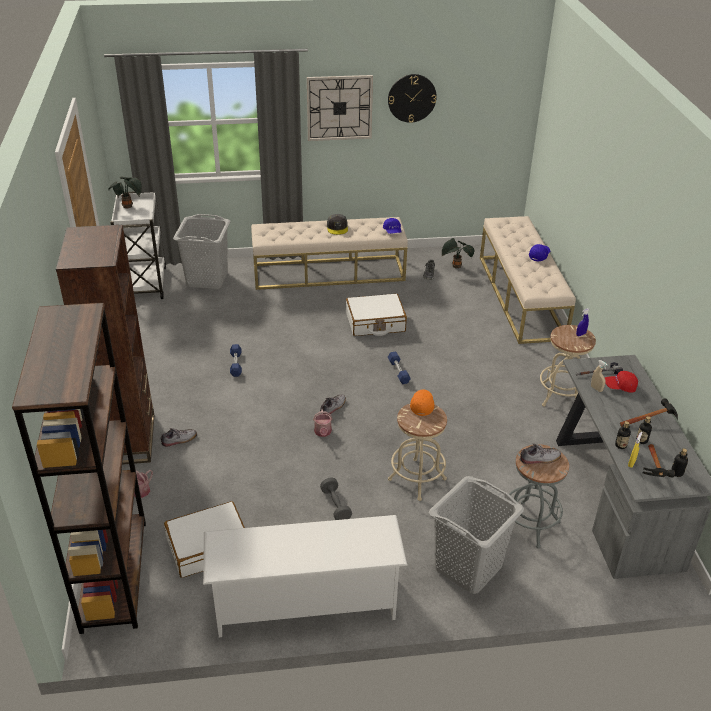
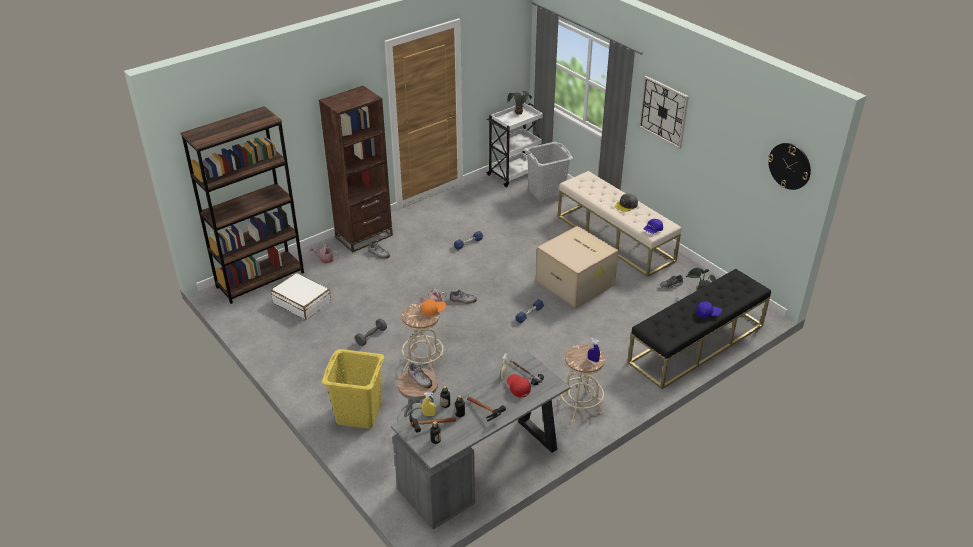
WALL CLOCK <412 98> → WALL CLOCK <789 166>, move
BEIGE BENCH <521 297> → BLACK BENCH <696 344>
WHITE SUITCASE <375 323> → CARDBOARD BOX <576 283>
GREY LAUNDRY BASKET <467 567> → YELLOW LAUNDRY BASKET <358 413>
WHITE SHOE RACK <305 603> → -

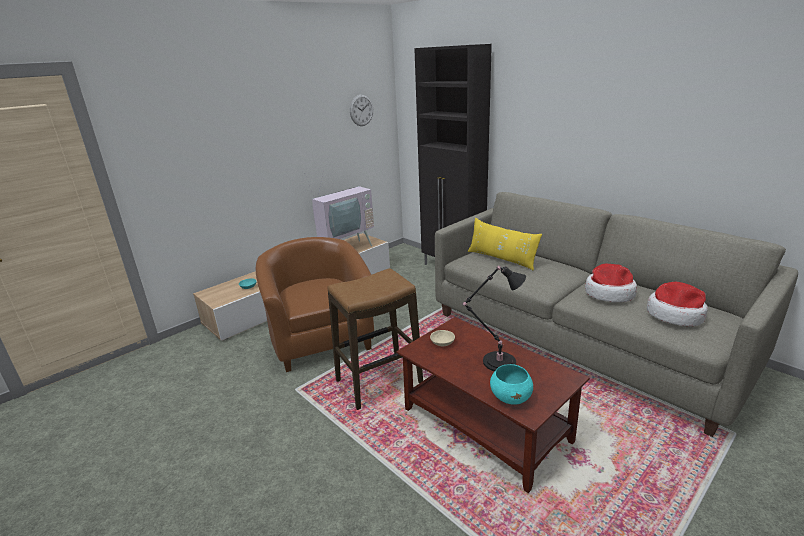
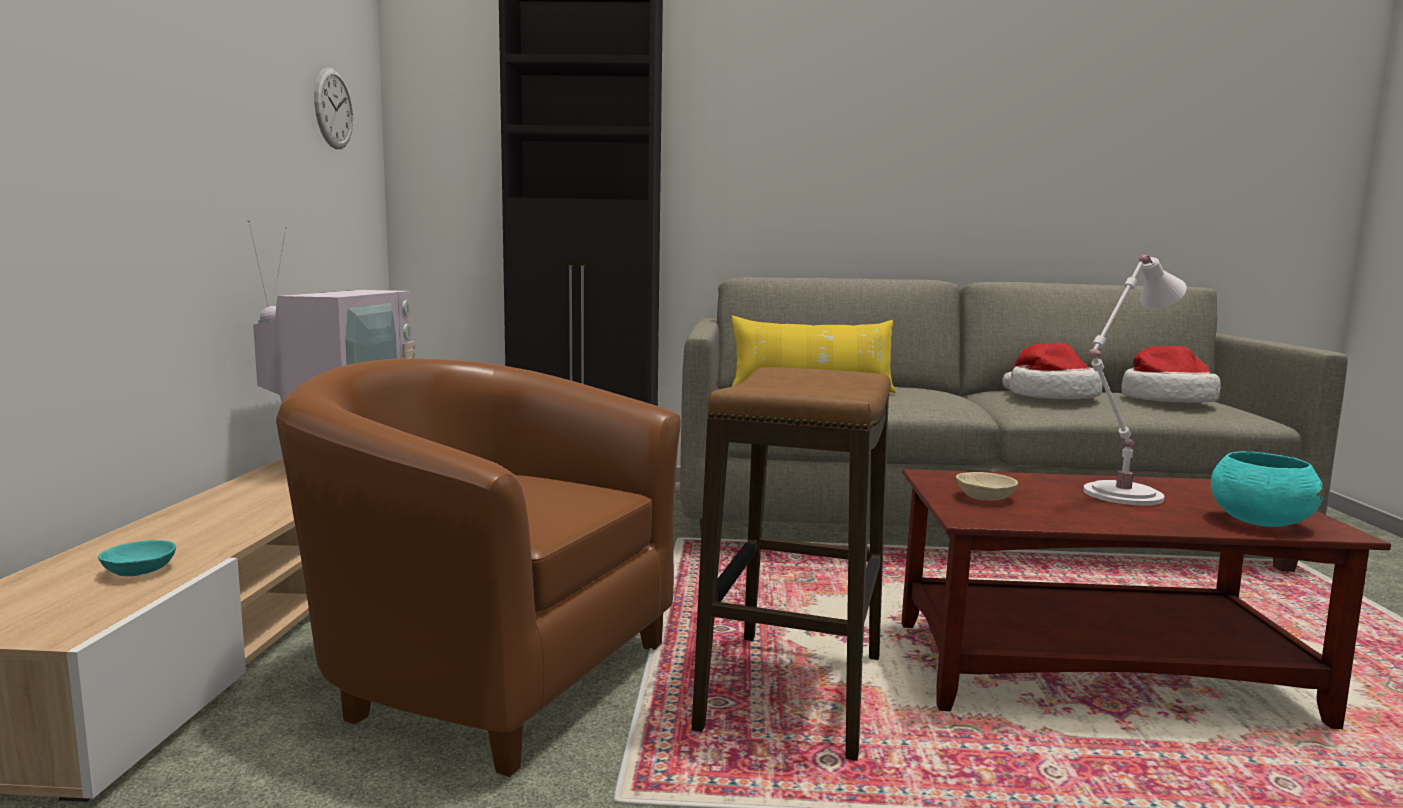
BLACK TABLE LAMP <496 361> → WHITE TABLE LAMP <1118 495>

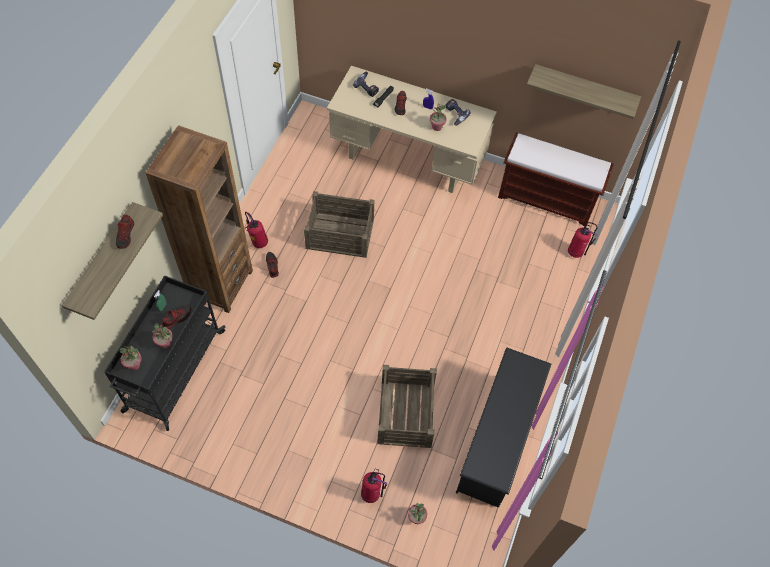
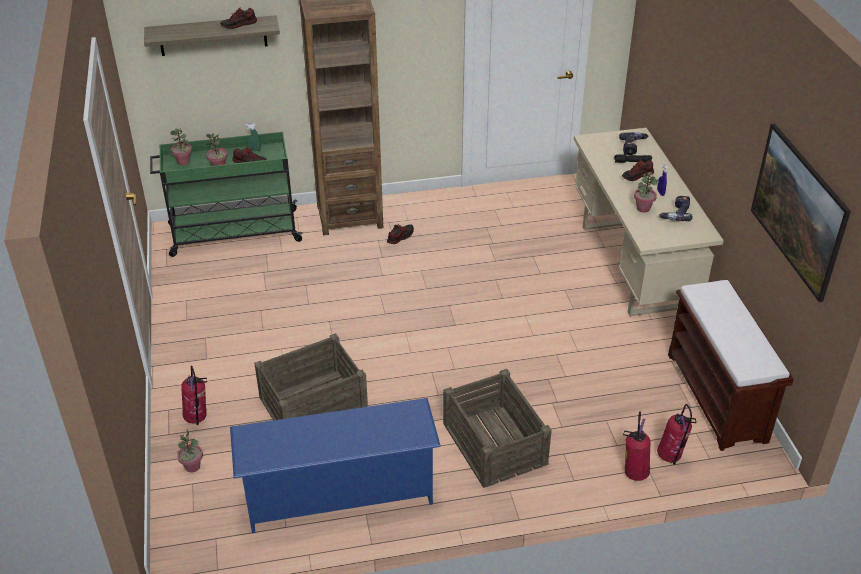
SHELF <584 89> → PICTURE <792 232>
CRATE <340 234> → CRATE <494 444>, move
FIRE EXTINGUISHER <258 243> → FIRE EXTINGUISHER <634 473>, move
BLACK CART <173 372> → GREEN CART <233 233>
BLACK SHOE RACK <497 440> → BLUE SHOE RACK <339 495>

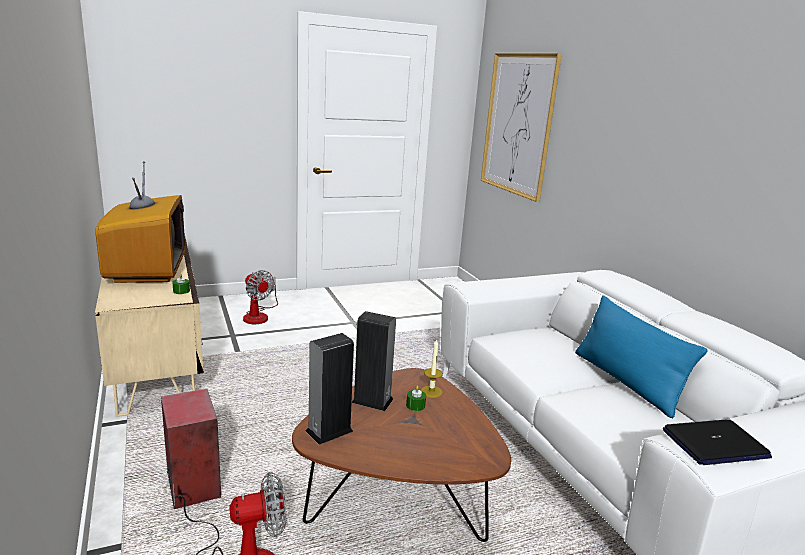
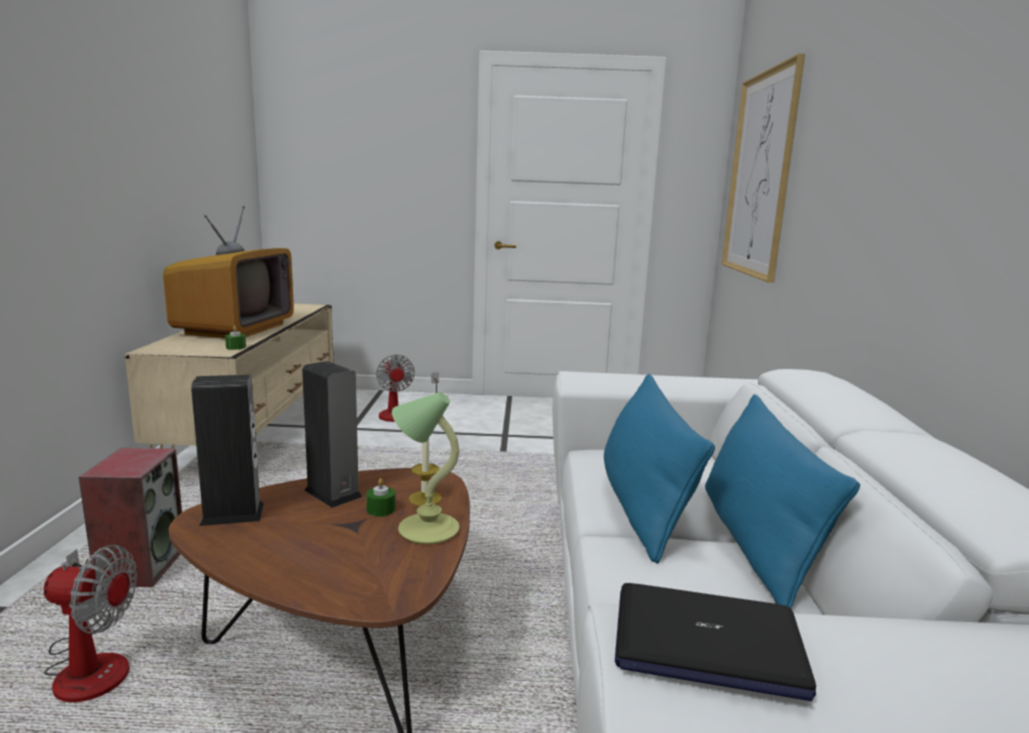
- → BLUE PILLOW <643 506>
- → TABLE LAMP <426 529>

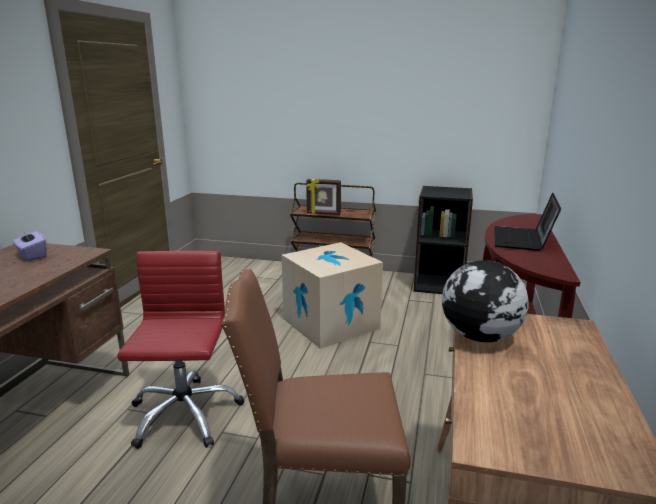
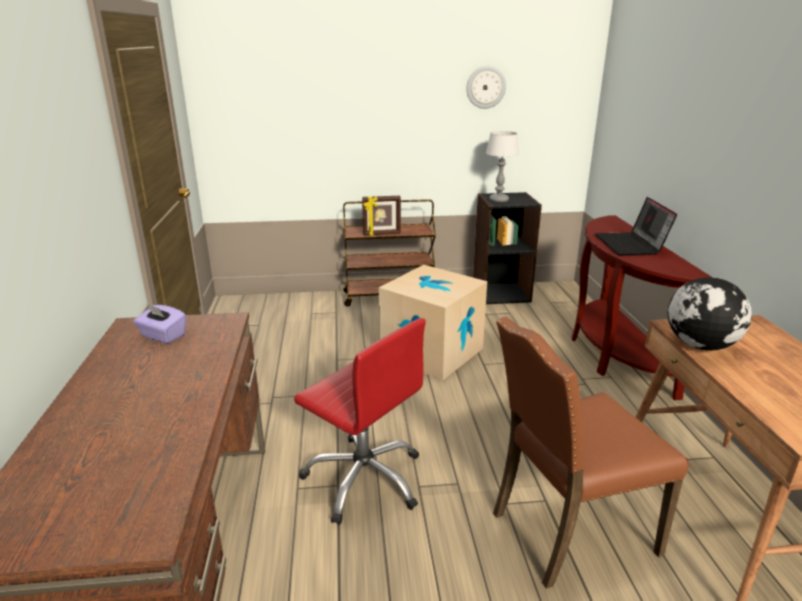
RED OFFICE CHAIR <184 414> → RED OFFICE CHAIR <364 478>, 150 degrees clockwise
- → WALL CLOCK <485 87>
- → TABLE LAMP <499 200>

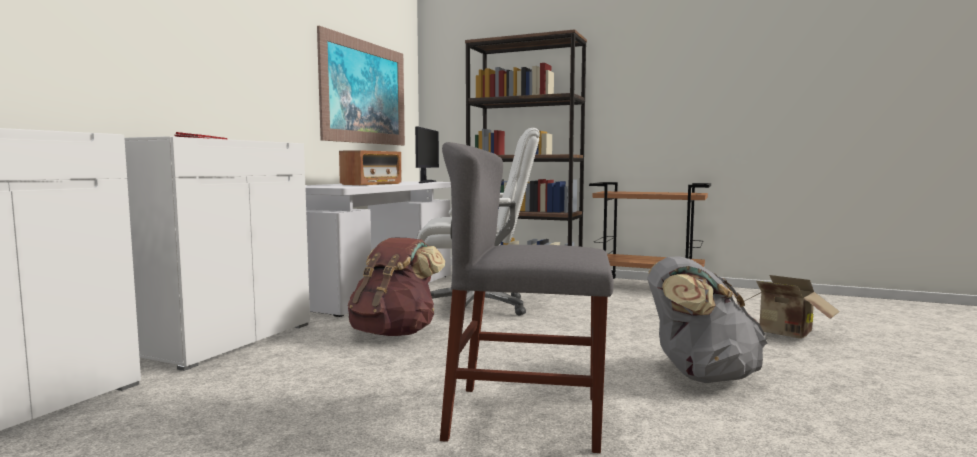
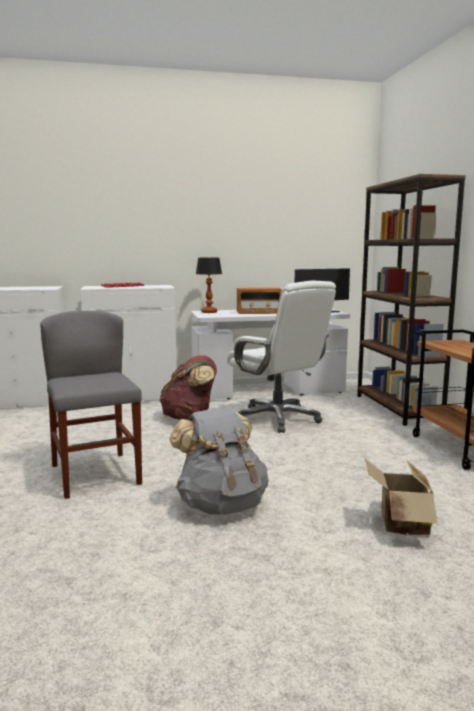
PICTURE <364 92> → -
- → TABLE LAMP <209 312>

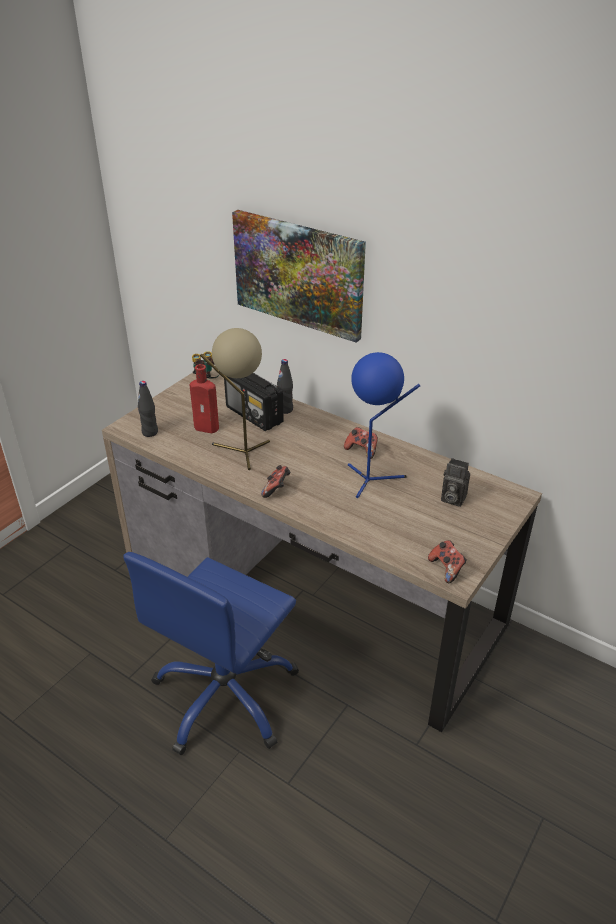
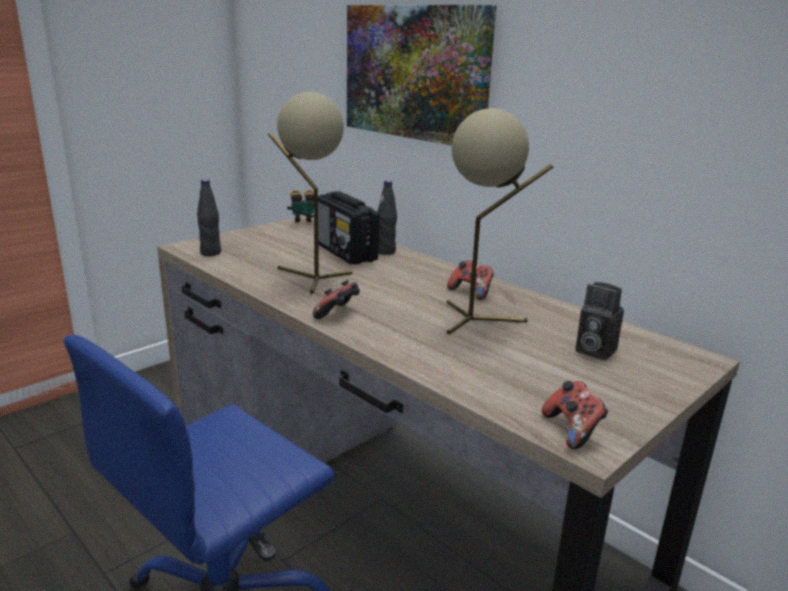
BLUE TABLE LAMP <372 479> → BEIGE TABLE LAMP <477 319>
RED BOTTLE <208 428> → -

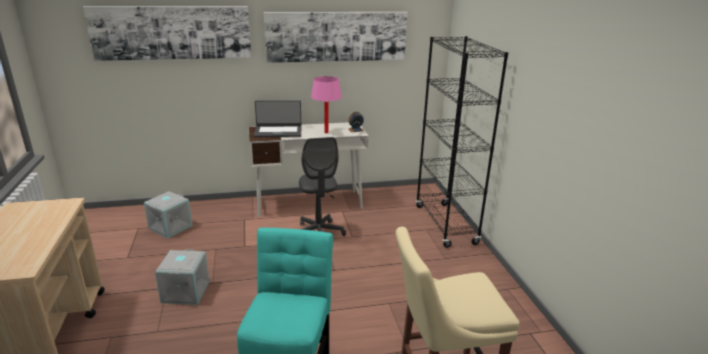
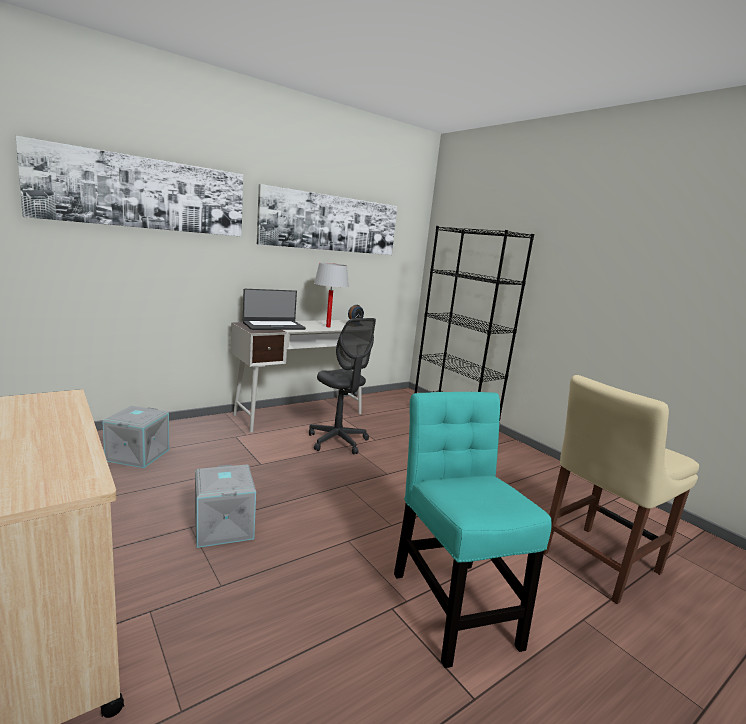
PINK TABLE LAMP <326 132> → WHITE TABLE LAMP <328 327>

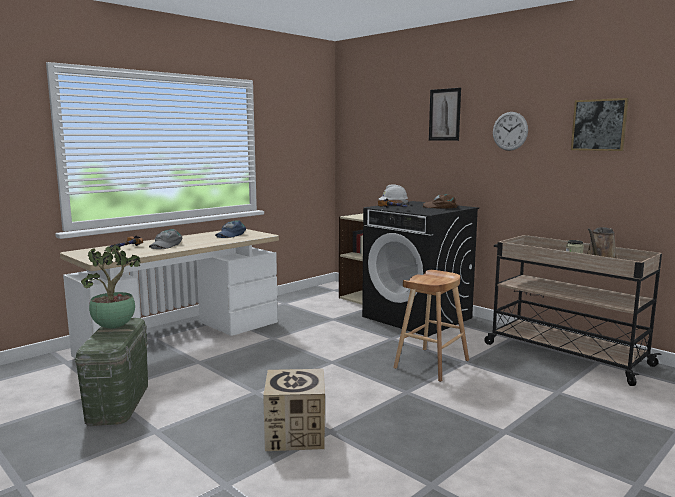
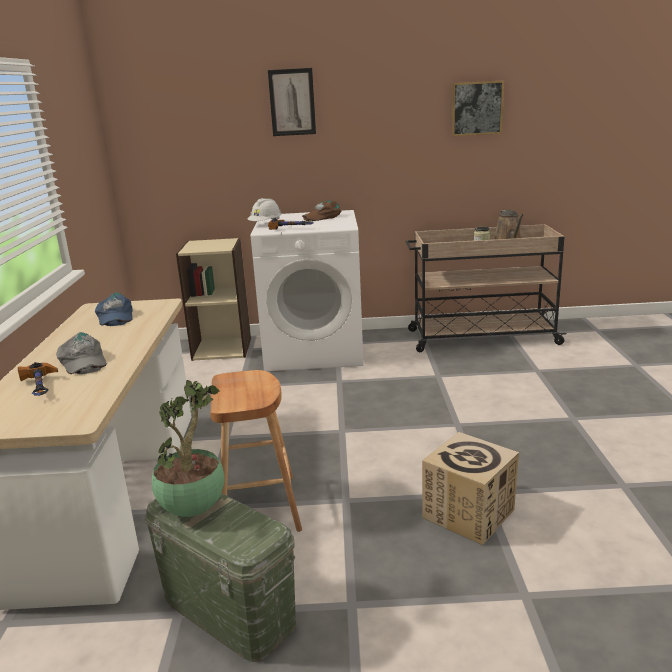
WALL CLOCK <510 131> → -
BLACK WASHING MACHINE <418 317> → WHITE WASHING MACHINE <315 350>
BROWN STOOL <431 364> → BROWN STOOL <258 507>, move

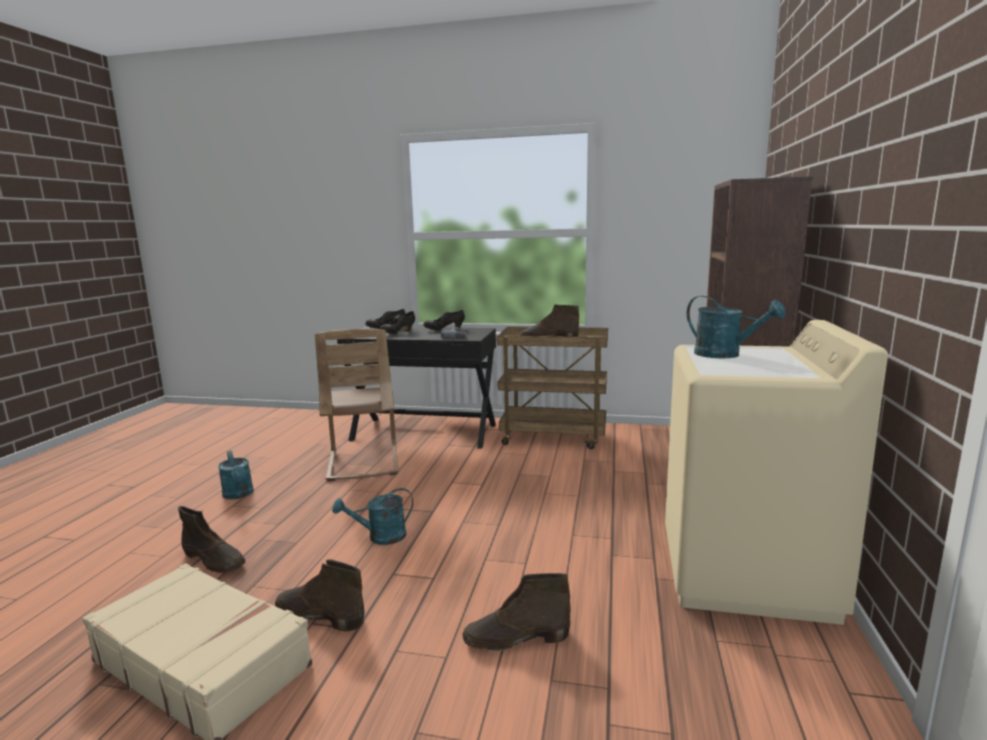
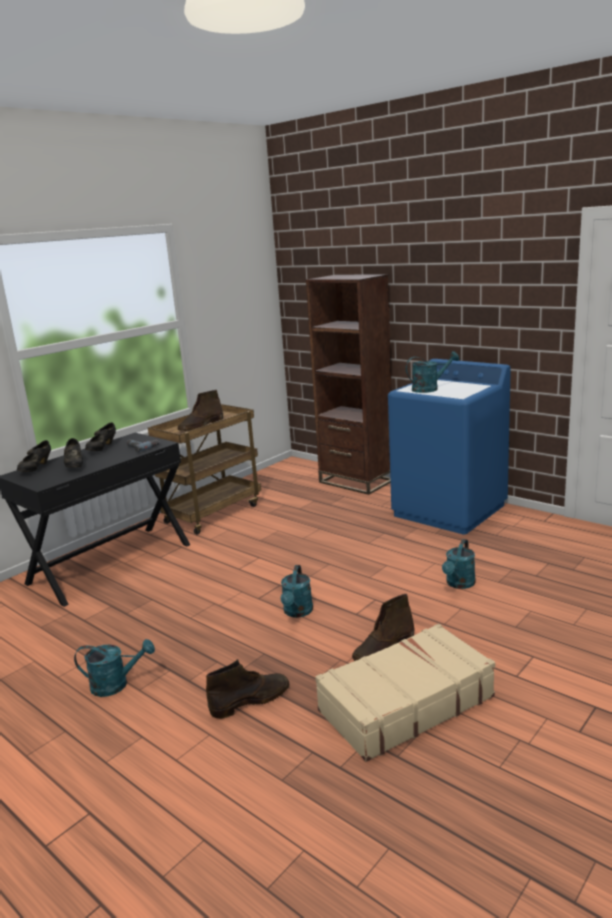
BEIGE WASHING MACHINE <745 572> → BLUE WASHING MACHINE <449 510>
BROWN CHAIR <363 462> → -
BROWN BOOT <515 638> → TURQUOISE WATERING CAN <459 584>

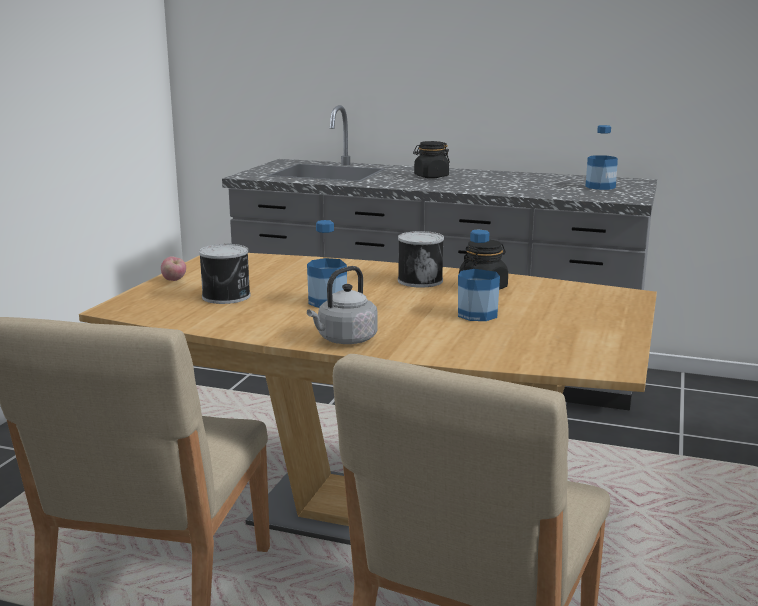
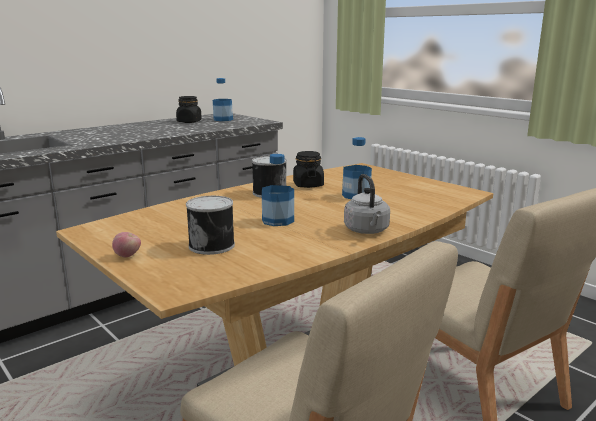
BLACK JAR <431 176> → BLACK JAR <189 122>, move

